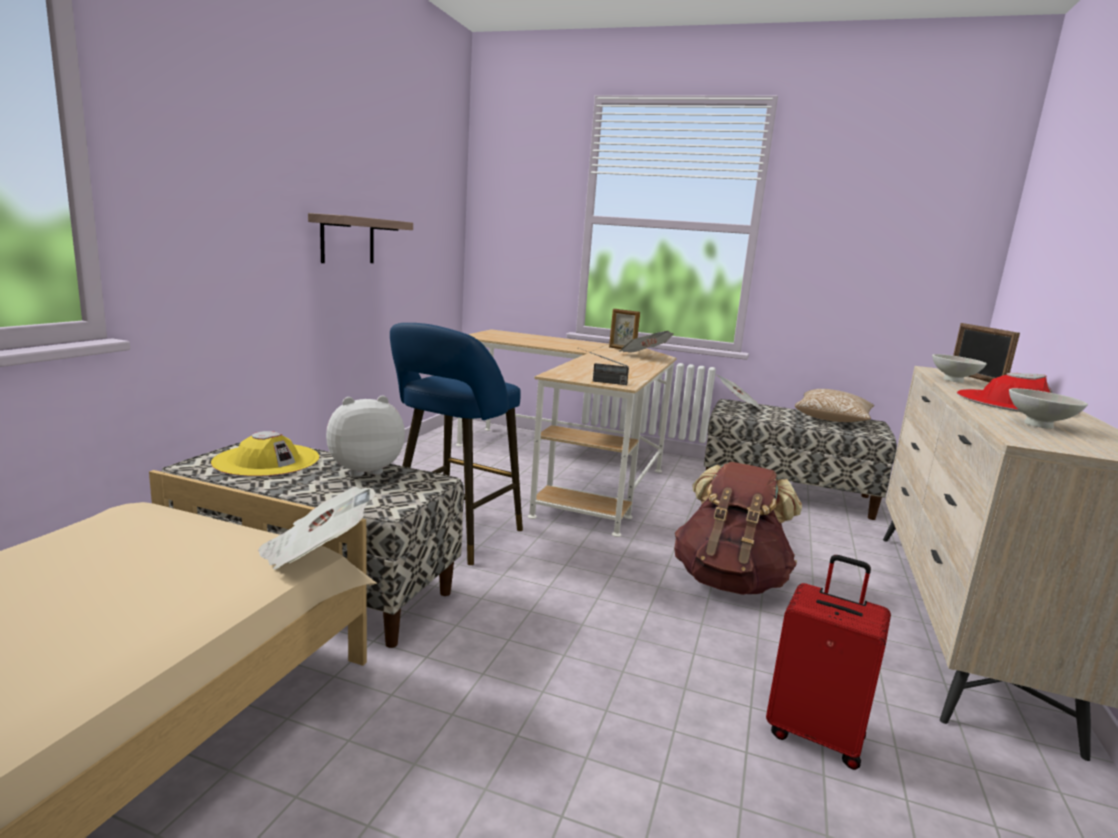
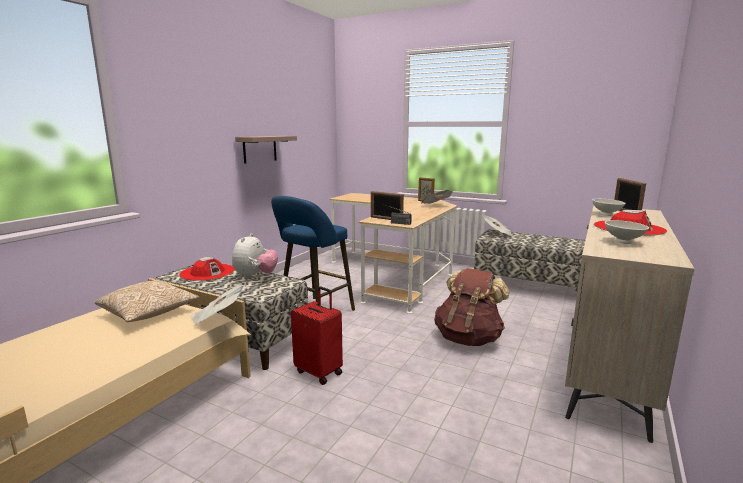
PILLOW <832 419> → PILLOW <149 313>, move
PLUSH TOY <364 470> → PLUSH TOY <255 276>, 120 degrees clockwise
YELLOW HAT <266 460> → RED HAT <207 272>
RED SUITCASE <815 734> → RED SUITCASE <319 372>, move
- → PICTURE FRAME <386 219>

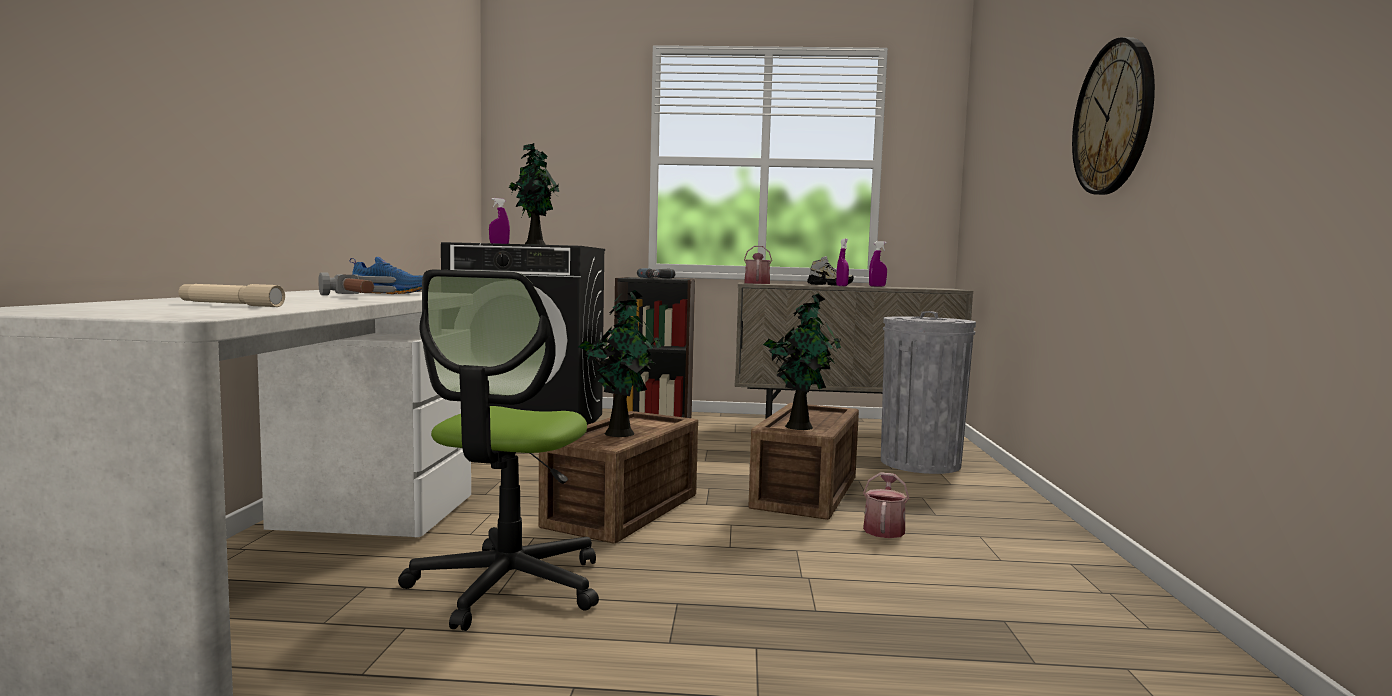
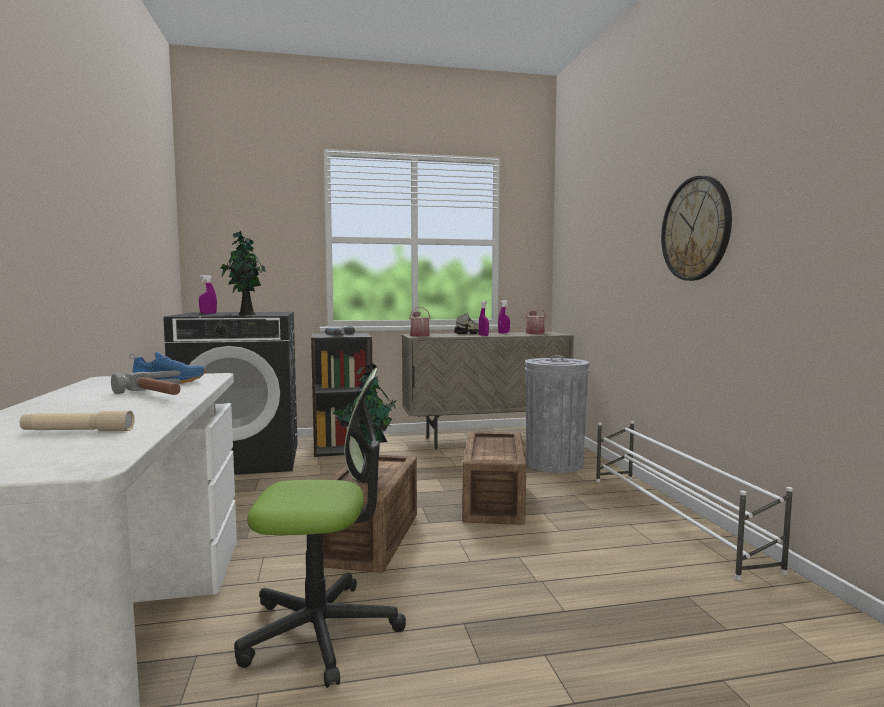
OFFICE CHAIR <507 586> → OFFICE CHAIR <321 631>, 90 degrees counterclockwise
POTTED PLANT <800 426> → -
WATERING CAN <884 528> → WATERING CAN <534 333>, move
- → WHITE SHOE RACK <672 519>

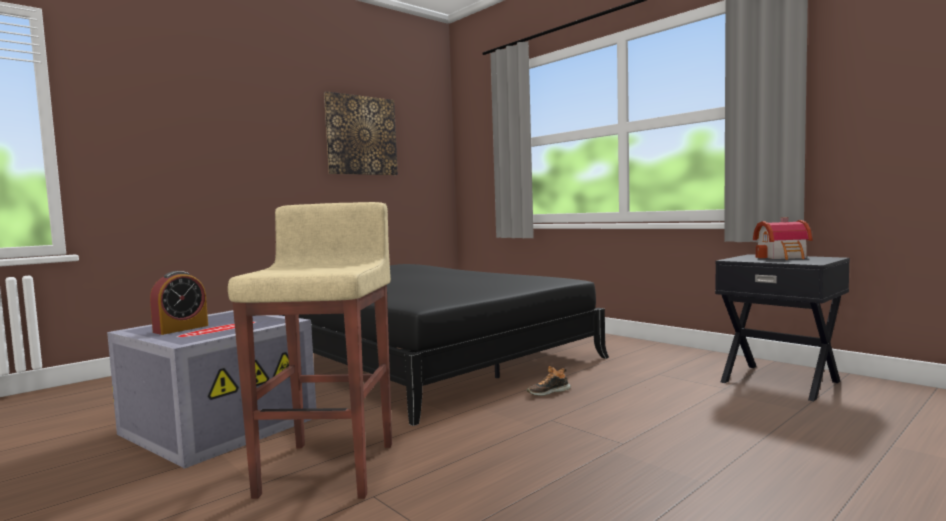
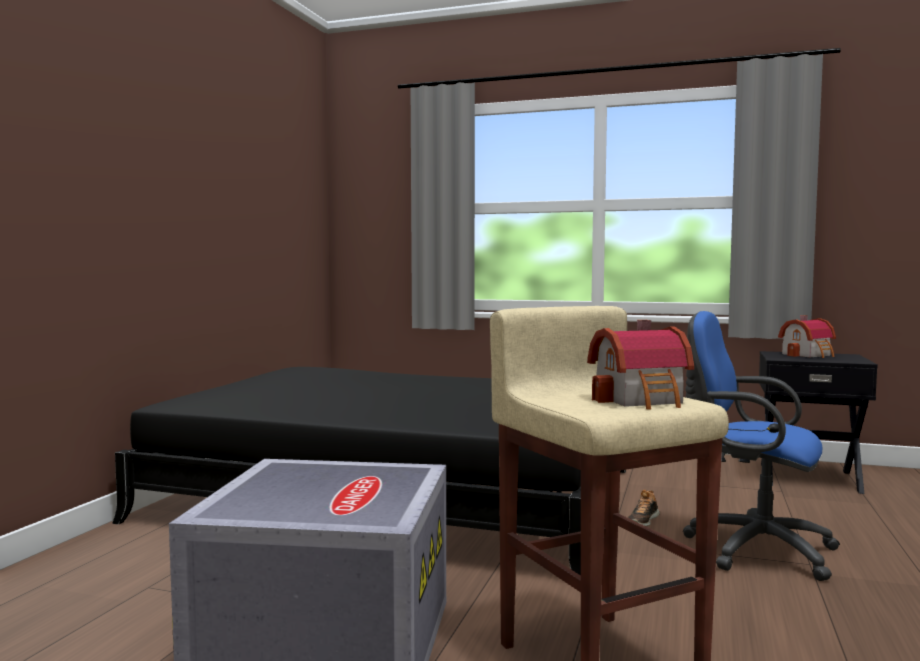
PICTURE <361 135> → -
ALARM CLOCK <181 329> → -
- → BLUE OFFICE CHAIR <752 548>
- → TOY HOUSE <643 400>

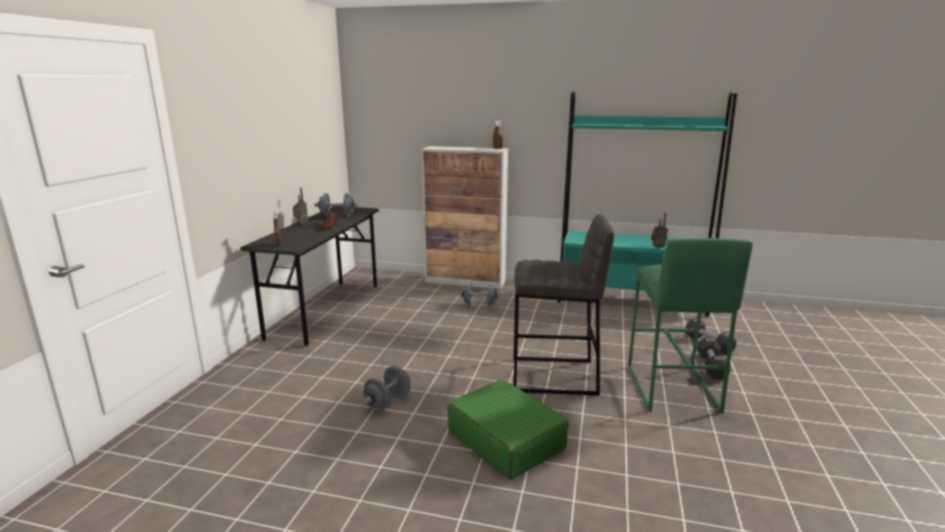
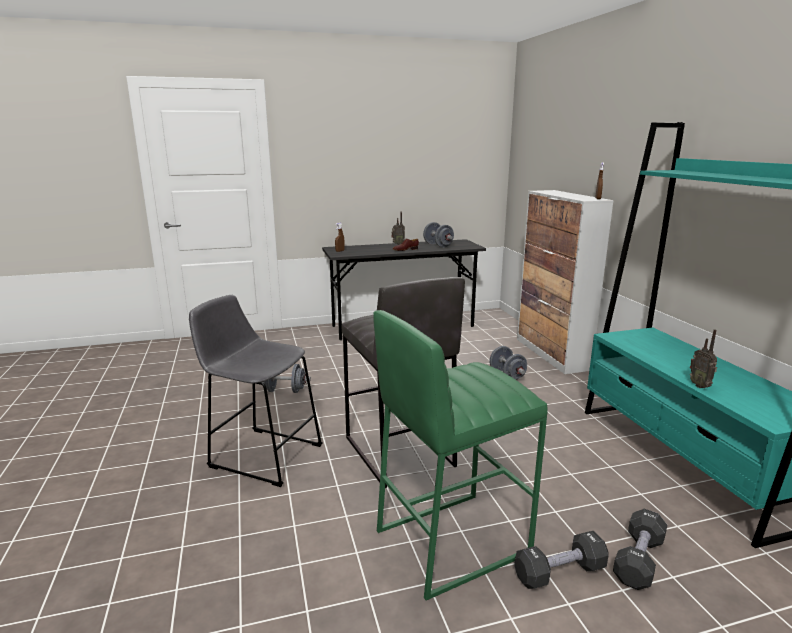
GREEN SUITCASE <505 440> → GREY STOOL <262 454>

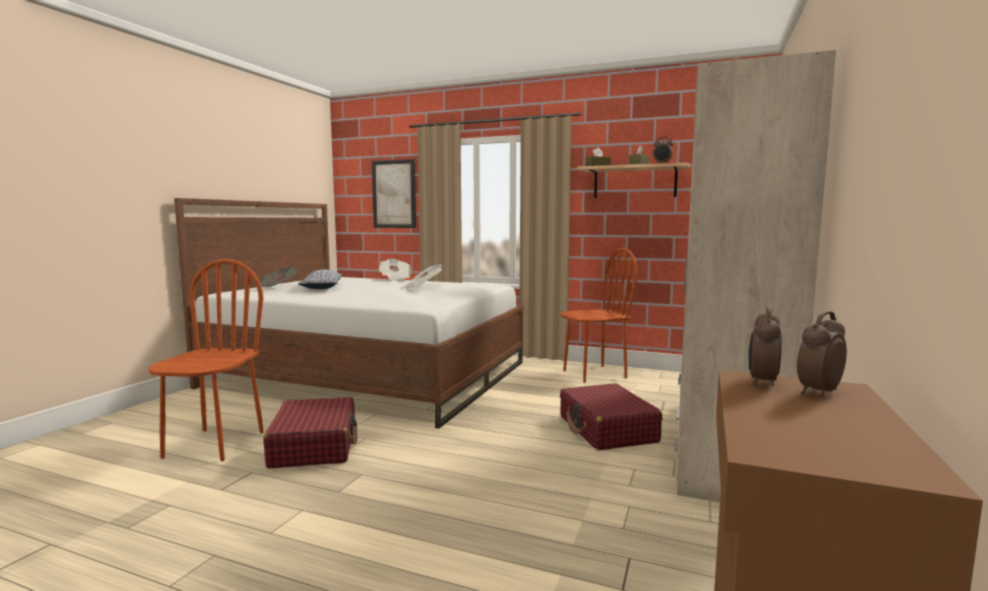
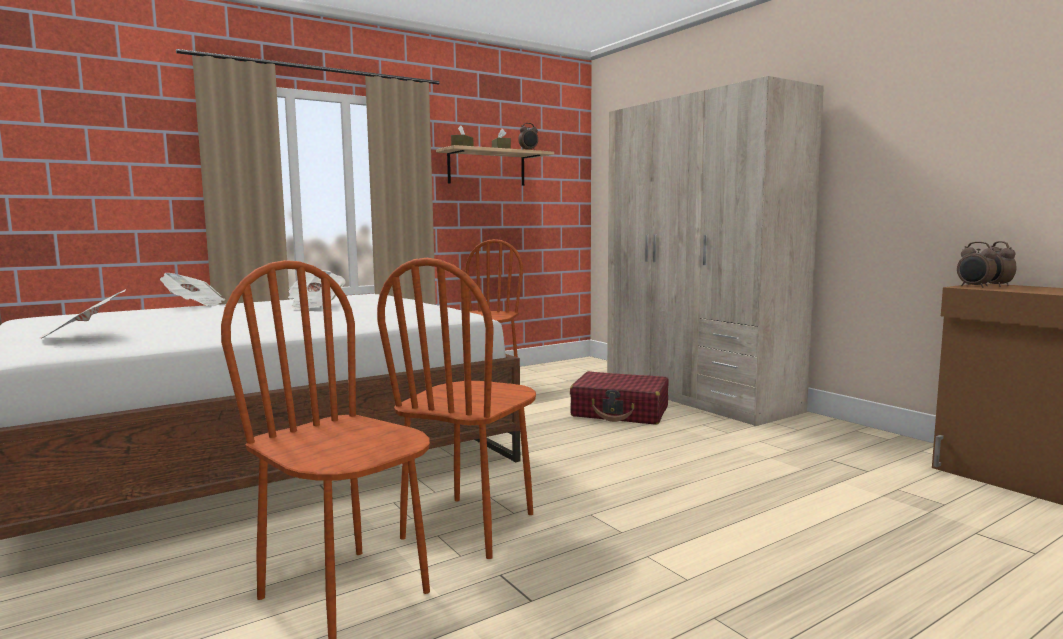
PICTURE <394 194> → -
PILLOW <321 288> → -
RED SUITCASE <315 446> → BROWN CHAIR <470 526>

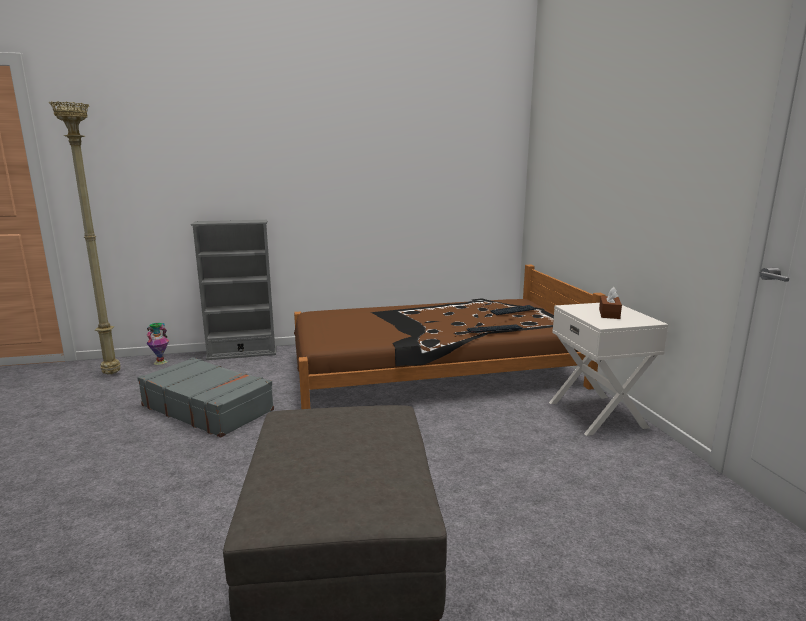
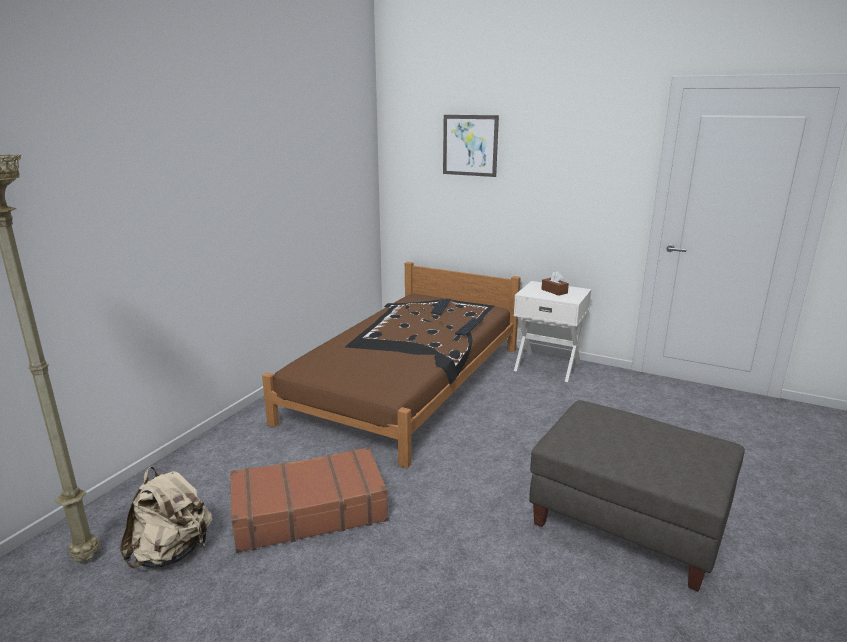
GREY BOOKCASE <242 353> → -
VASE <160 362> → -
GREY SUITCASE <208 408> → BROWN SUITCASE <309 511>
- → PICTURE <470 145>
- → BEIGE BACKPACK <172 552>

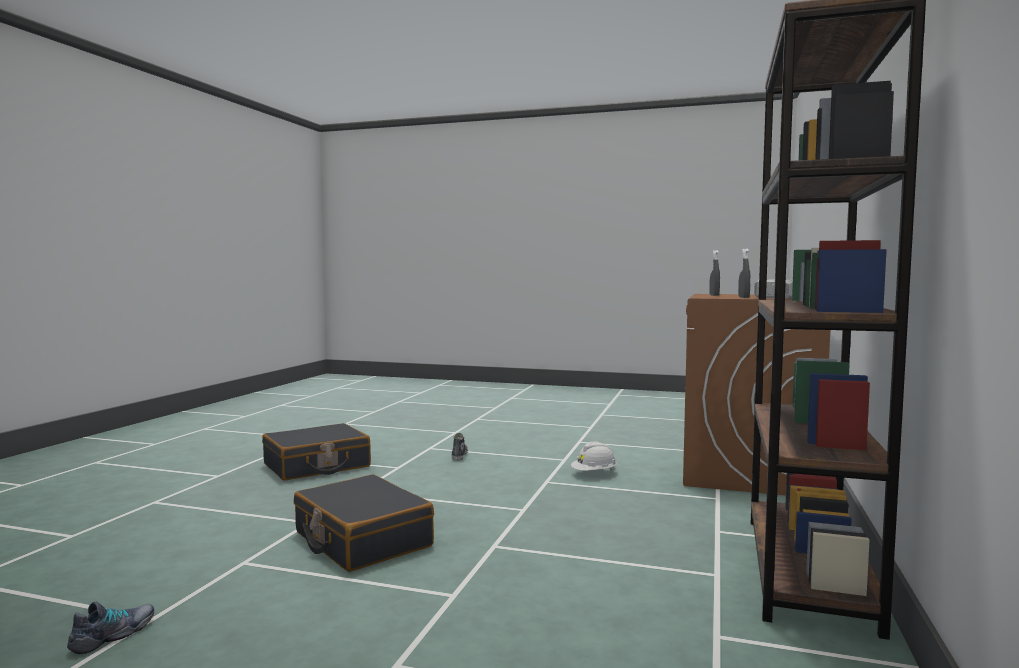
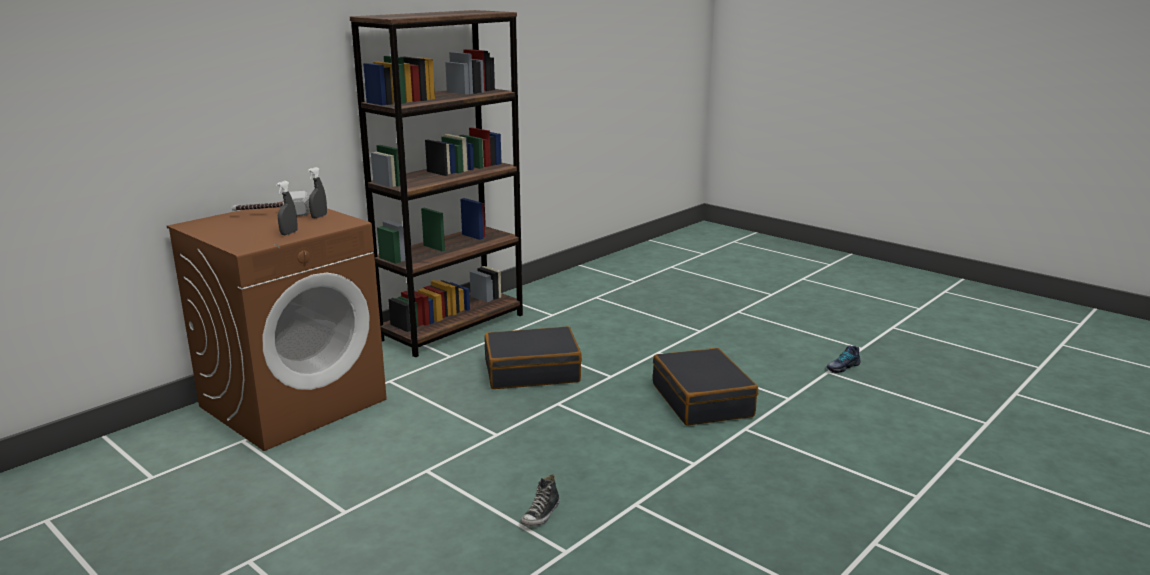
BLACK SUITCASE <317 466> → BLACK SUITCASE <532 371>, move
WHITE HARD HAT <594 474> → -

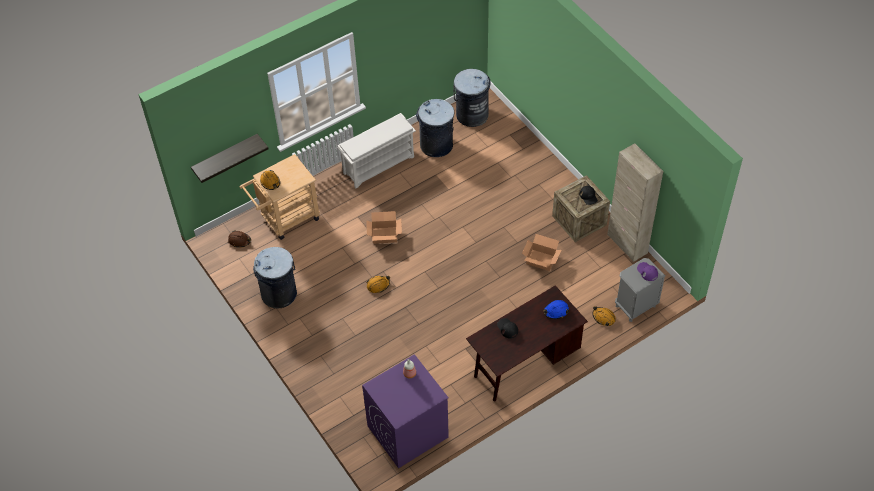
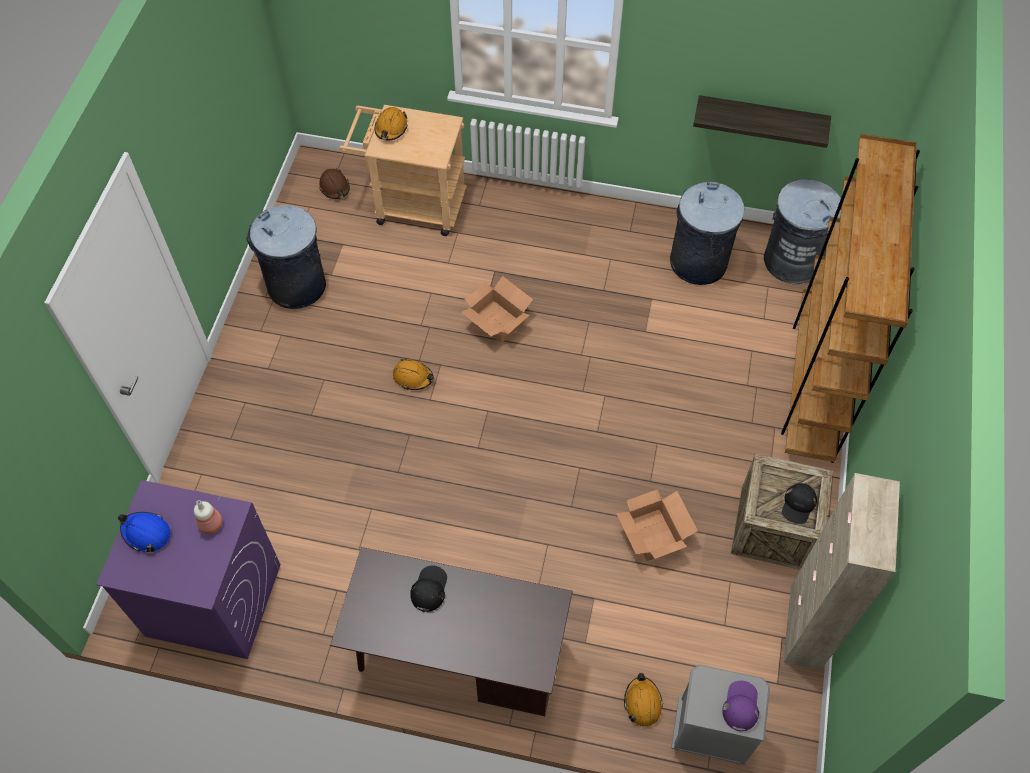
WHITE SHOE RACK <379 164> → -
SHELF <225 156> → SHELF <761 117>, move
BLUE HARD HAT <556 311> → BLUE HARD HAT <146 533>, move
- → BROWN BOOKCASE <813 384>

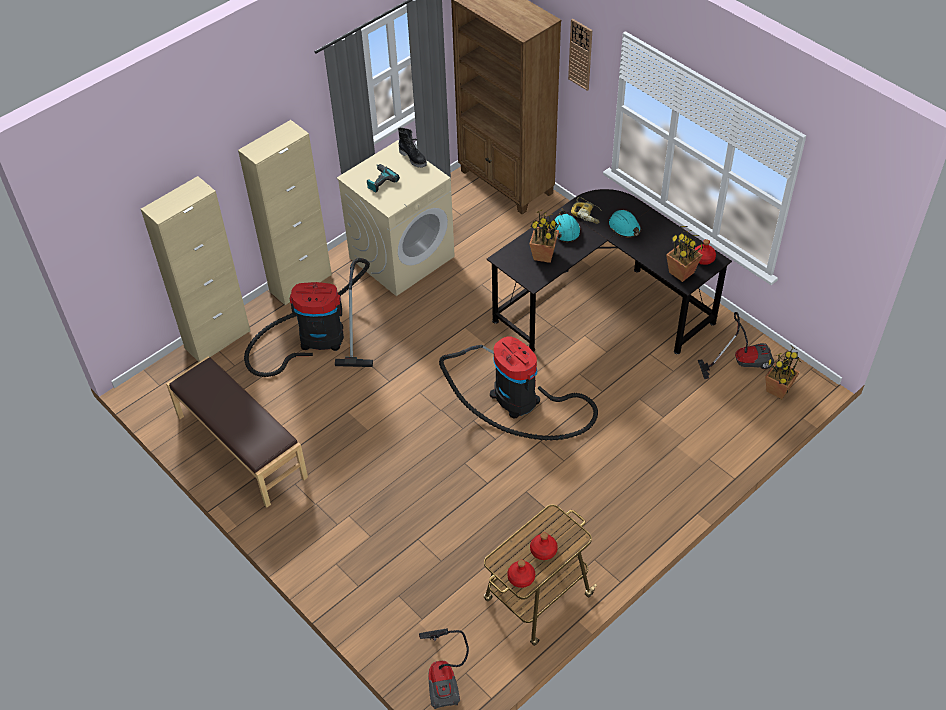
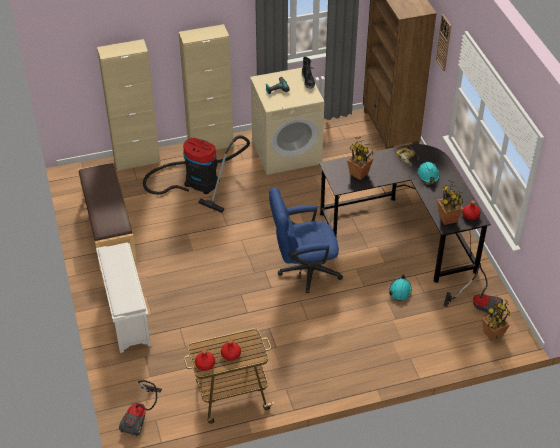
TURQUOISE HARD HAT <565 230> → TURQUOISE HARD HAT <400 291>, move
VACUUM CLEANER <519 401> → BLUE OFFICE CHAIR <303 270>
- → WHITE SHOE RACK <126 314>

